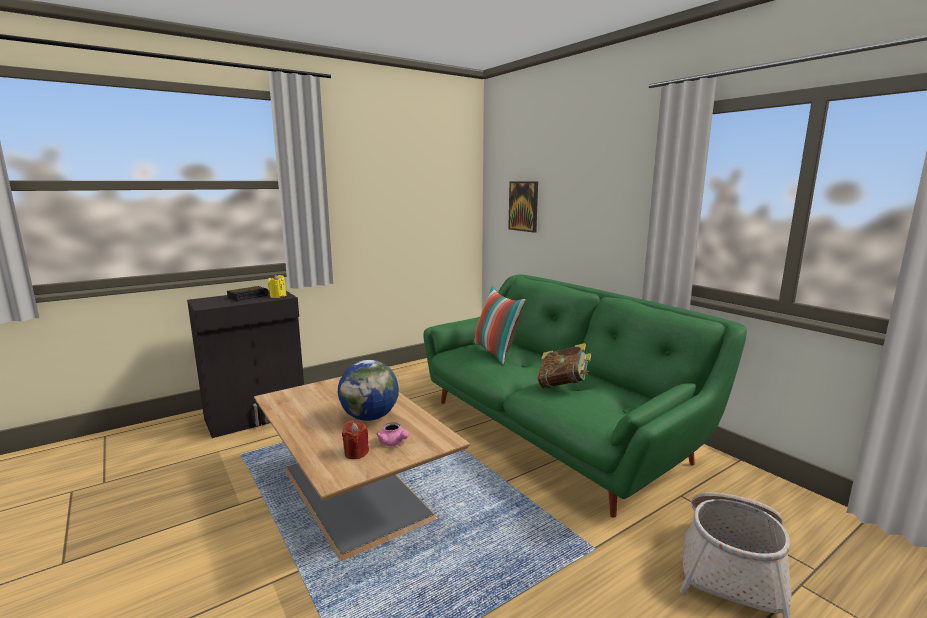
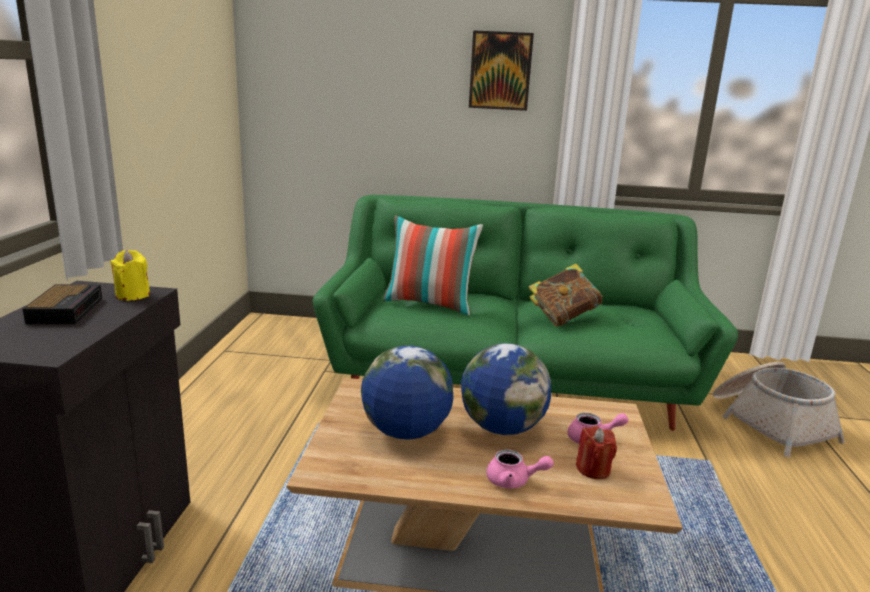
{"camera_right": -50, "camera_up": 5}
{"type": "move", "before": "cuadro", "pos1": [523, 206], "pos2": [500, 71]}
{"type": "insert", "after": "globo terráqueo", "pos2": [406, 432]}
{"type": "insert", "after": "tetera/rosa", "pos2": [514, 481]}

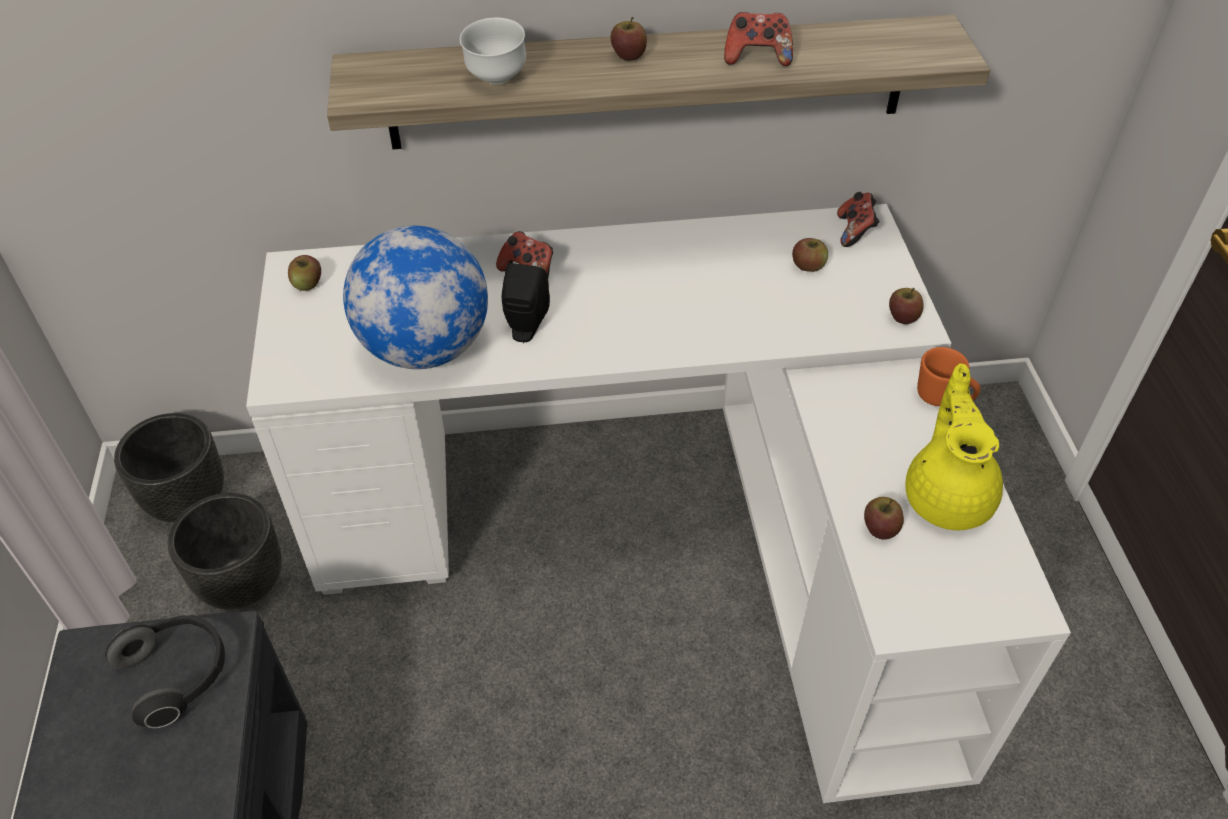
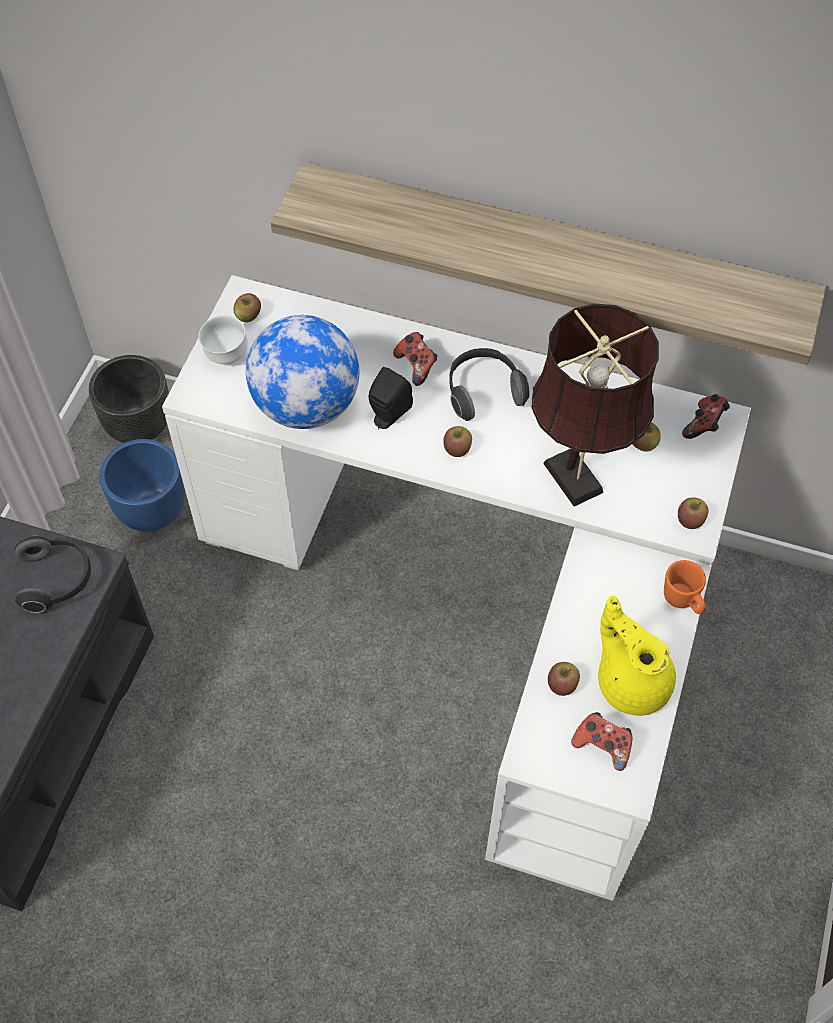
{"camera_right": 25, "camera_up": 10}
{"type": "move", "before": "mando de consola", "pos1": [757, 57], "pos2": [602, 746]}
{"type": "move", "before": "manzana", "pos1": [628, 55], "pos2": [457, 448]}
{"type": "move", "before": "cuenco/blanco", "pos1": [496, 79], "pos2": [226, 356]}
{"type": "rotate", "before": "tetera/amarillo", "pos1": [948, 495], "pos2": [631, 680], "turn": -60}
{"type": "recolor", "before": "maceta/negro", "after": "maceta/azul", "pos1": [243, 586], "pos2": [151, 513]}
{"type": "insert", "after": "lámpara de mesa/marrón", "pos2": [576, 483]}
{"type": "insert", "after": "auriculares", "pos2": [483, 392]}

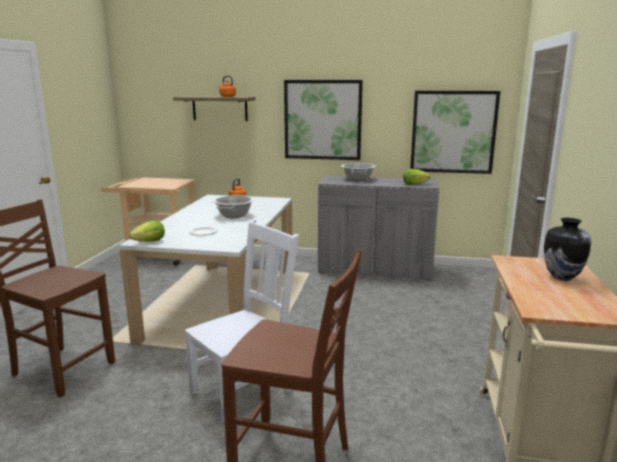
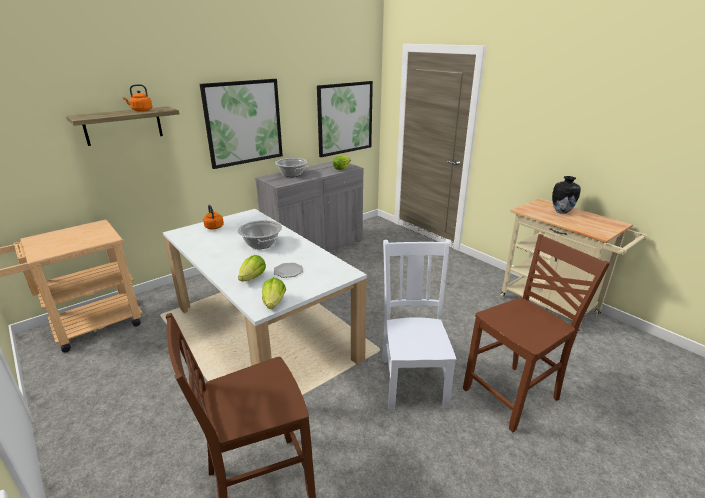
{"camera_right": -50, "camera_up": 10}
{"type": "insert", "after": "lechuga", "pos2": [253, 278]}

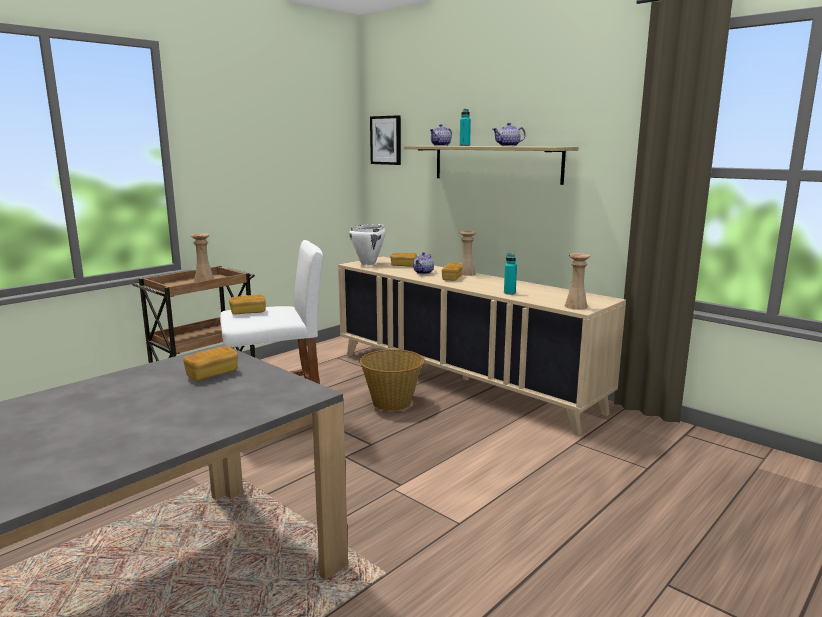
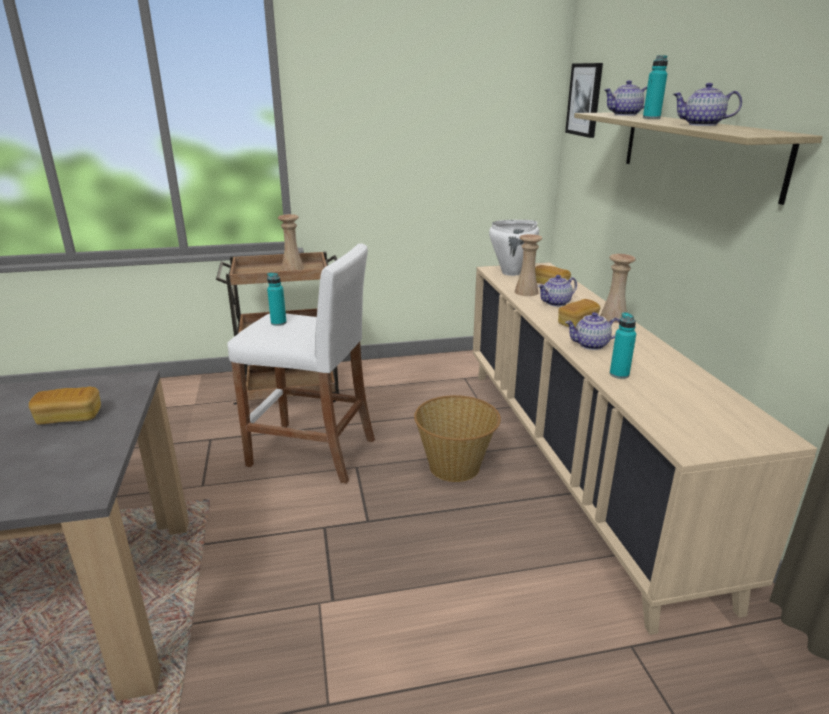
{"camera_right": 35, "camera_up": 10}
{"type": "move", "before": "florero/beis", "pos1": [576, 306], "pos2": [526, 292]}
{"type": "replace", "before": "pan", "after": "botella/turquesa", "pos1": [248, 312], "pos2": [278, 323]}
{"type": "insert", "after": "tetera", "pos2": [591, 345]}

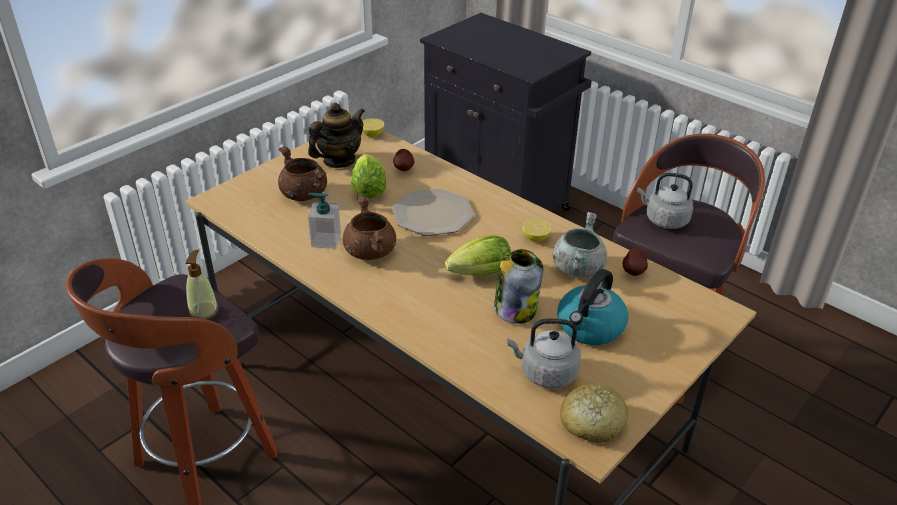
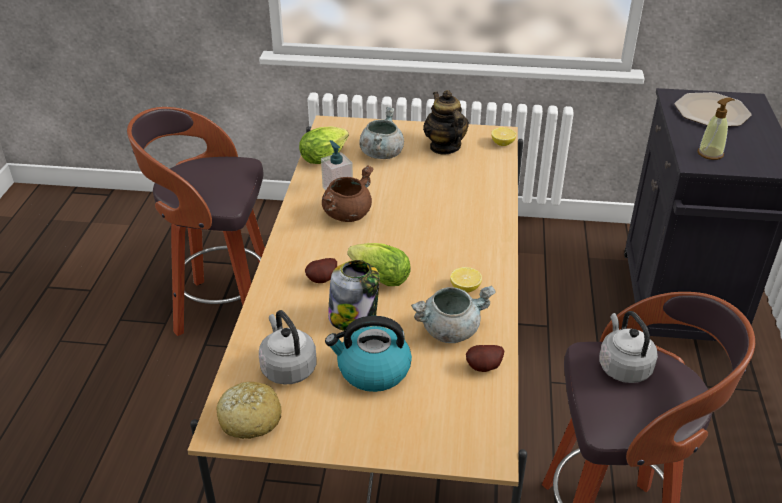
{"camera_right": 55, "camera_up": 0}
{"type": "rotate", "before": "tetera", "pos1": [339, 161], "pos2": [444, 147], "turn": -120}
{"type": "recolor", "before": "olla/marrón", "after": "olla/gris", "pos1": [303, 194], "pos2": [381, 153]}
{"type": "move", "before": "patata", "pos1": [404, 169], "pos2": [323, 280]}
{"type": "move", "before": "lechuga", "pos1": [368, 188], "pos2": [326, 157]}
{"type": "move", "before": "plato", "pos1": [433, 213], "pos2": [712, 111]}
{"type": "move", "before": "dispensador de jabón", "pos1": [204, 311], "pos2": [710, 153]}

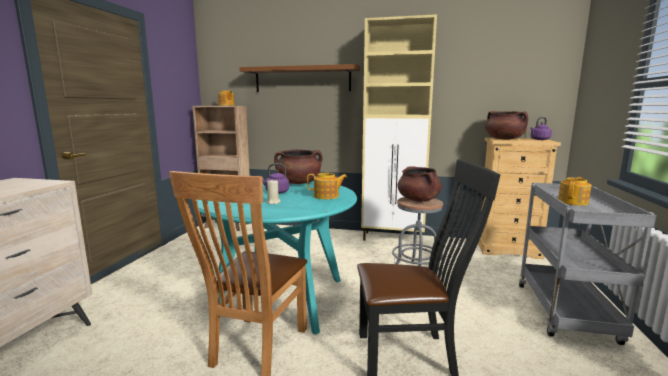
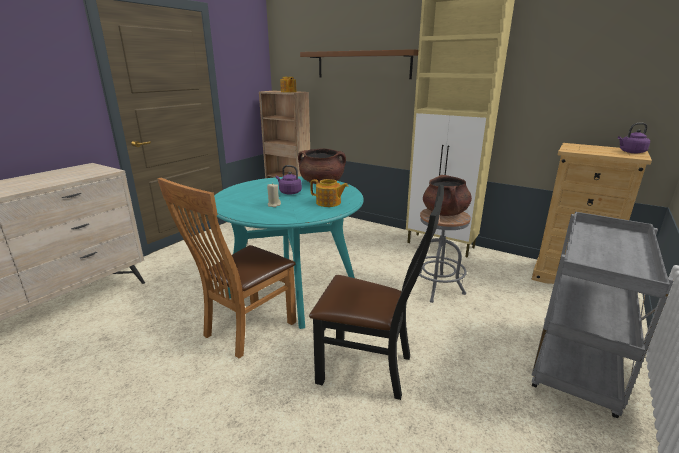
{"camera_right": 20, "camera_up": 10}
{"type": "delete", "before": "olla/marrón", "pos1": [504, 139]}
{"type": "delete", "before": "tetera", "pos1": [573, 202]}

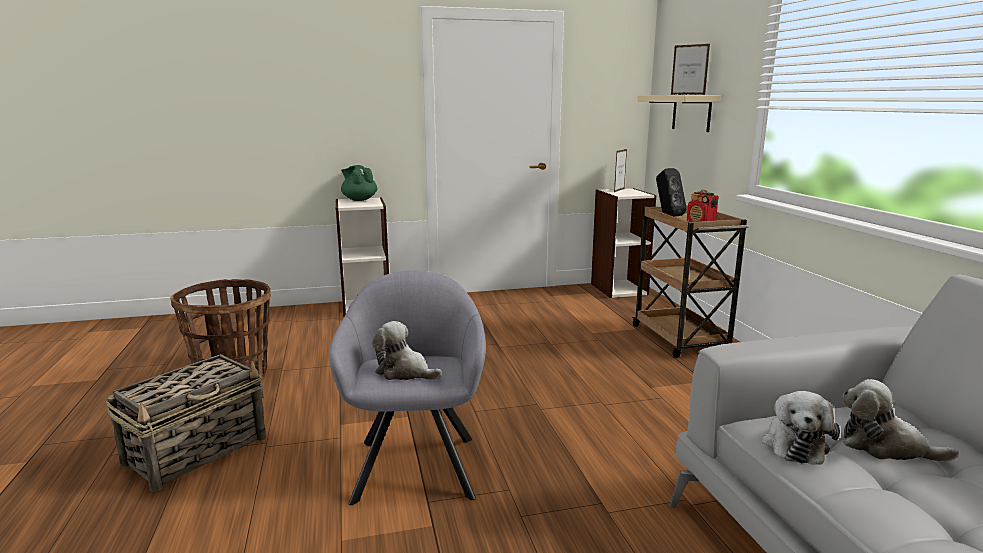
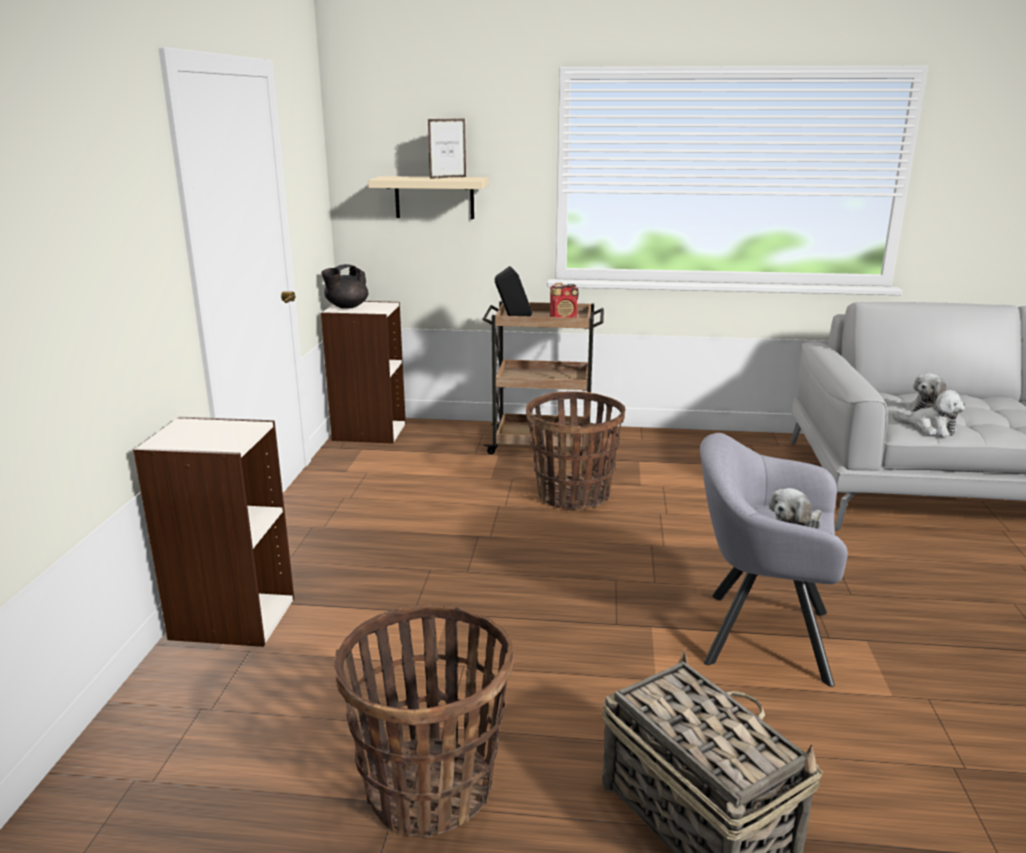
{"camera_right": -70, "camera_up": 5}
{"type": "replace", "before": "portarretratos", "after": "tetera/negro", "pos1": [619, 190], "pos2": [346, 307]}
{"type": "delete", "before": "tetera/verde", "pos1": [359, 200]}
{"type": "insert", "after": "cesta", "pos2": [573, 495]}

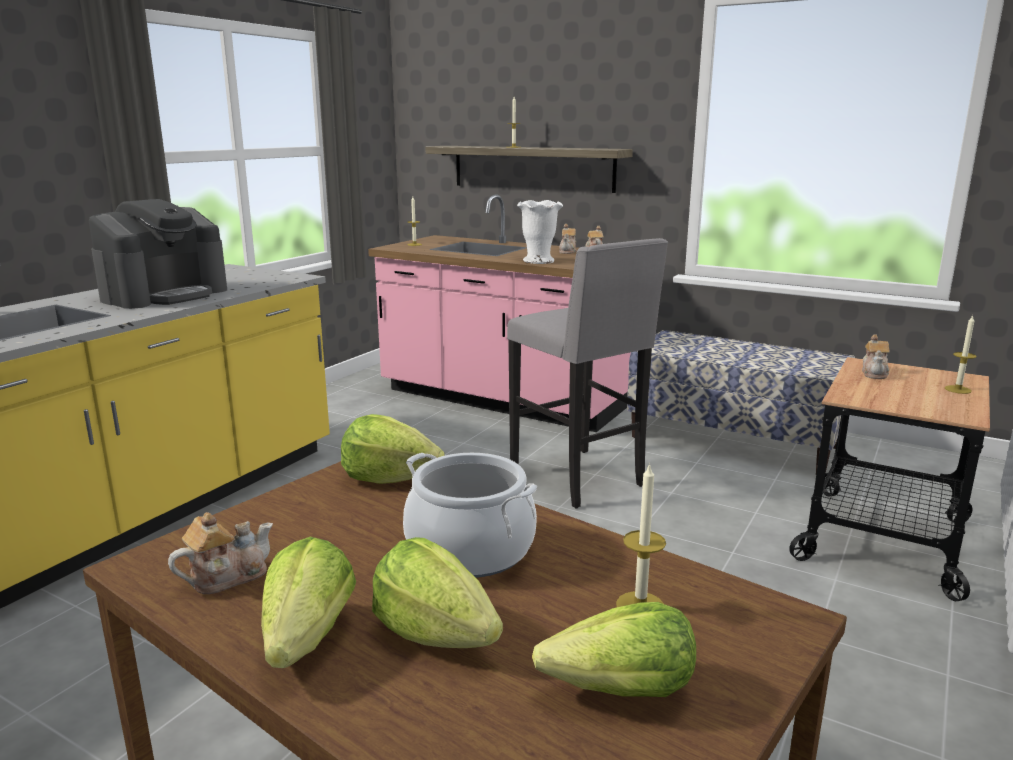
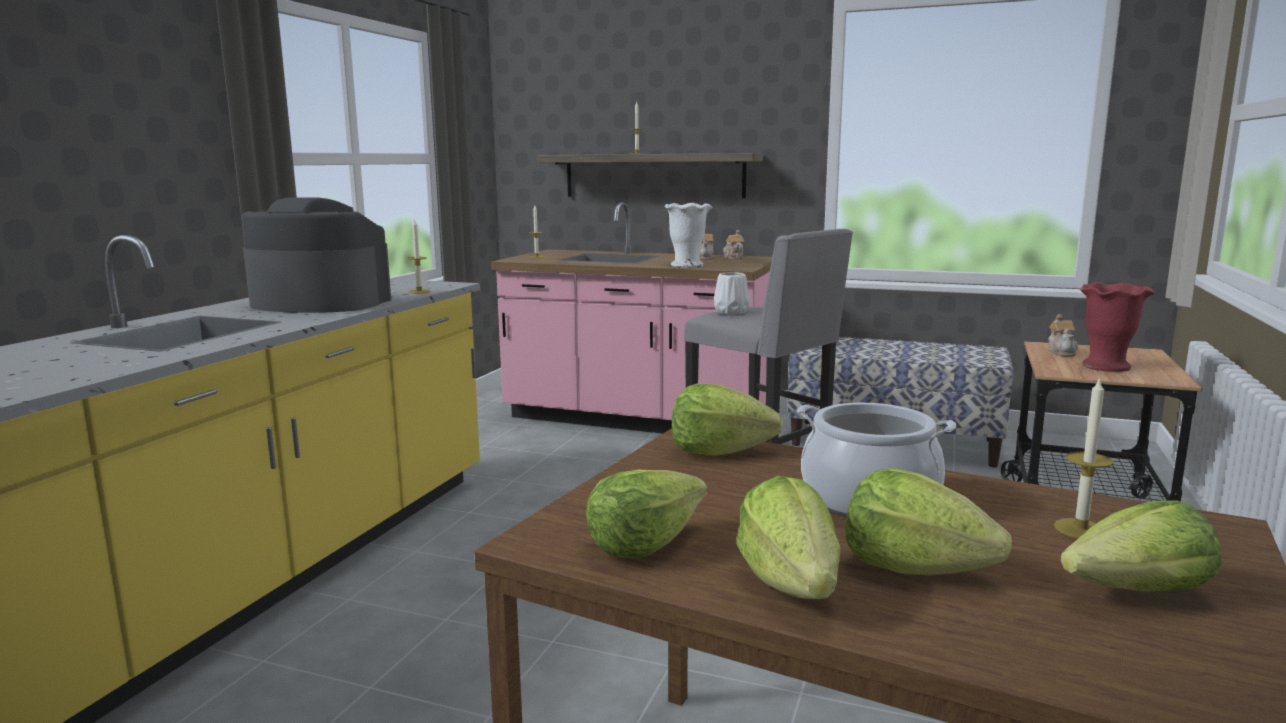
{"camera_right": -10, "camera_up": -5}
{"type": "rotate", "before": "cafetera", "pos1": [165, 294], "pos2": [319, 303], "turn": -105}
{"type": "move", "before": "vela", "pos1": [958, 389], "pos2": [419, 292]}
{"type": "replace", "before": "tetera", "after": "lechuga", "pos1": [226, 576], "pos2": [644, 542]}
{"type": "insert", "after": "florero/blanco", "pos2": [730, 312]}
{"type": "insert", "after": "florero/rojo", "pos2": [1106, 366]}

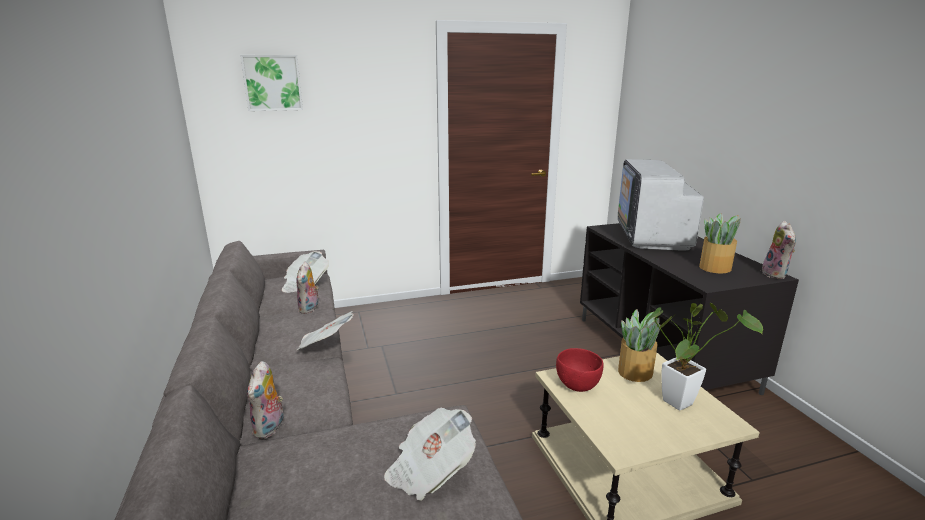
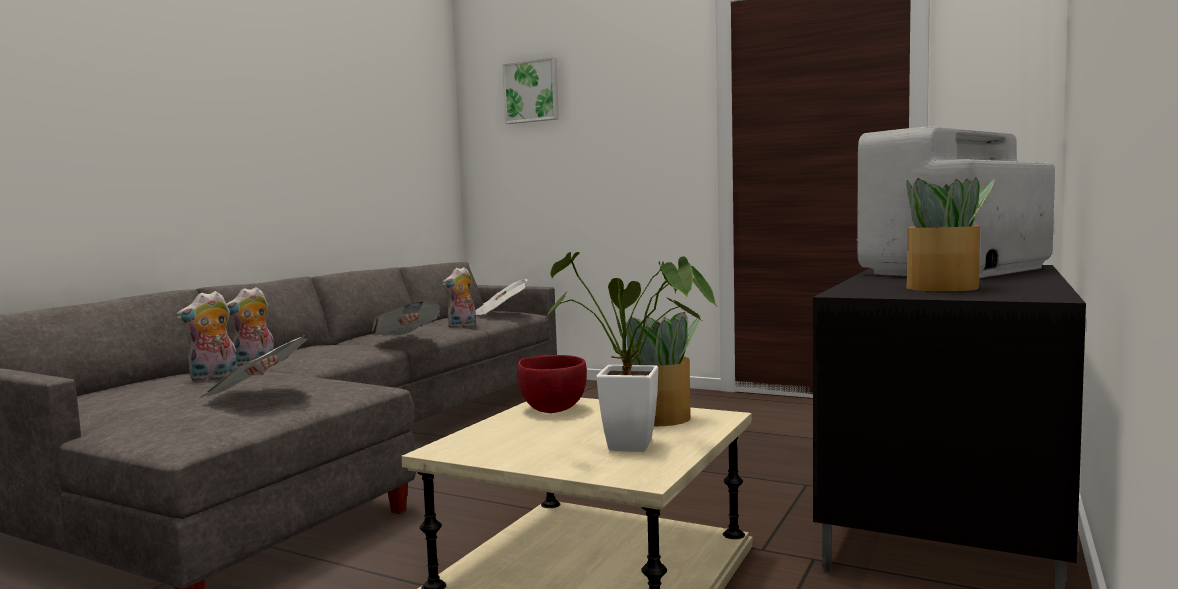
{"camera_right": 45, "camera_up": -15}
{"type": "move", "before": "peluche", "pos1": [776, 274], "pos2": [213, 378]}

